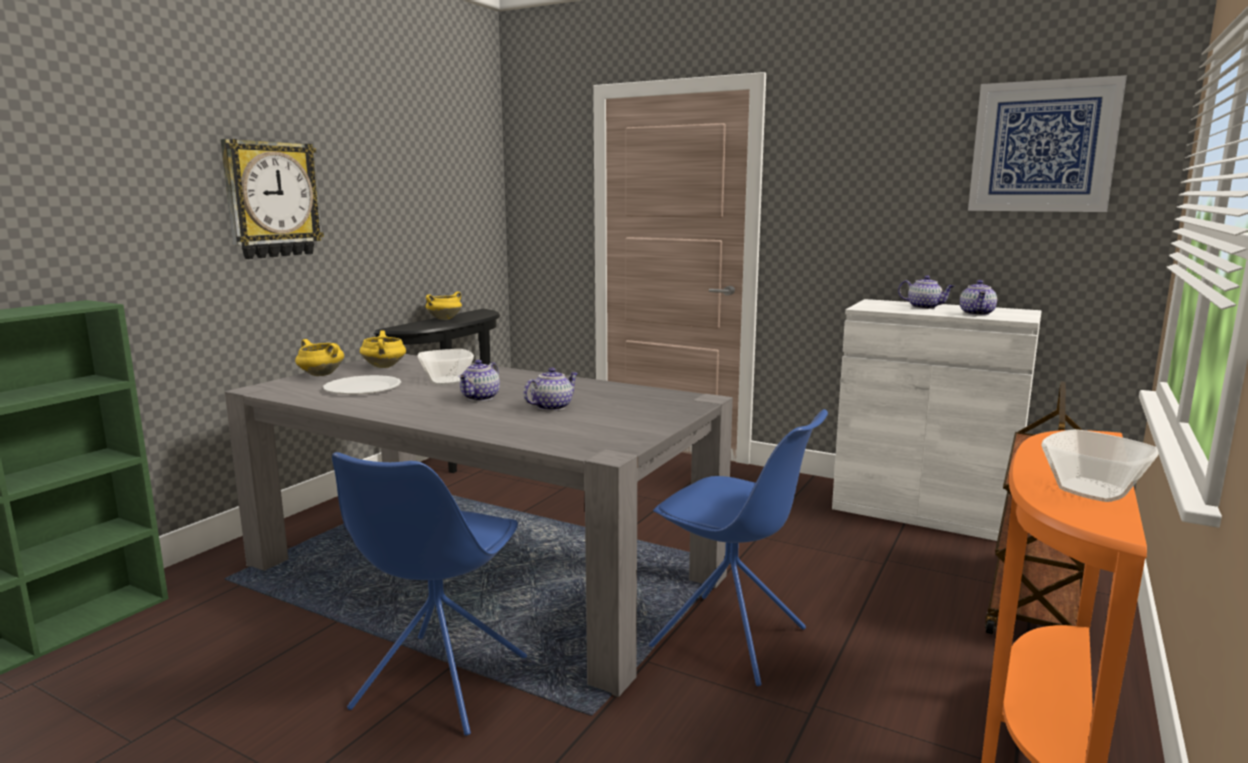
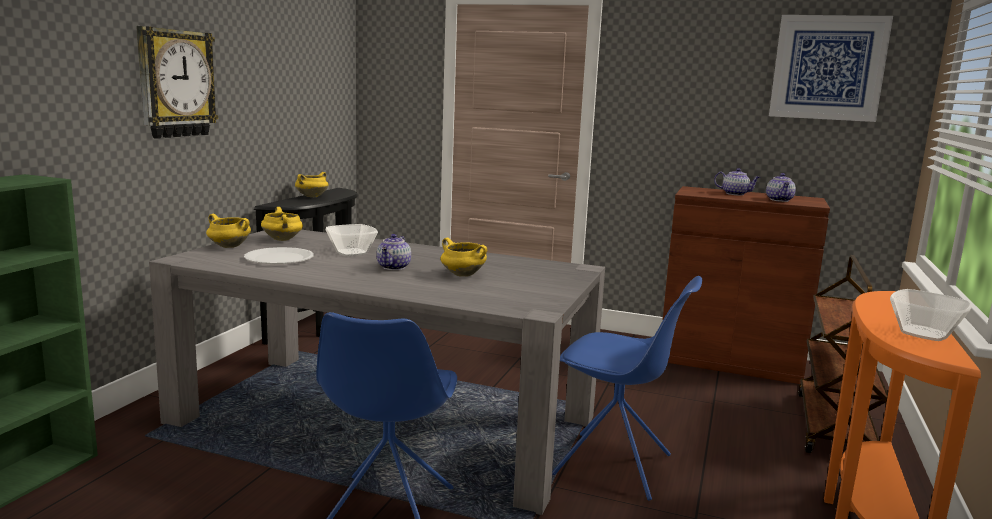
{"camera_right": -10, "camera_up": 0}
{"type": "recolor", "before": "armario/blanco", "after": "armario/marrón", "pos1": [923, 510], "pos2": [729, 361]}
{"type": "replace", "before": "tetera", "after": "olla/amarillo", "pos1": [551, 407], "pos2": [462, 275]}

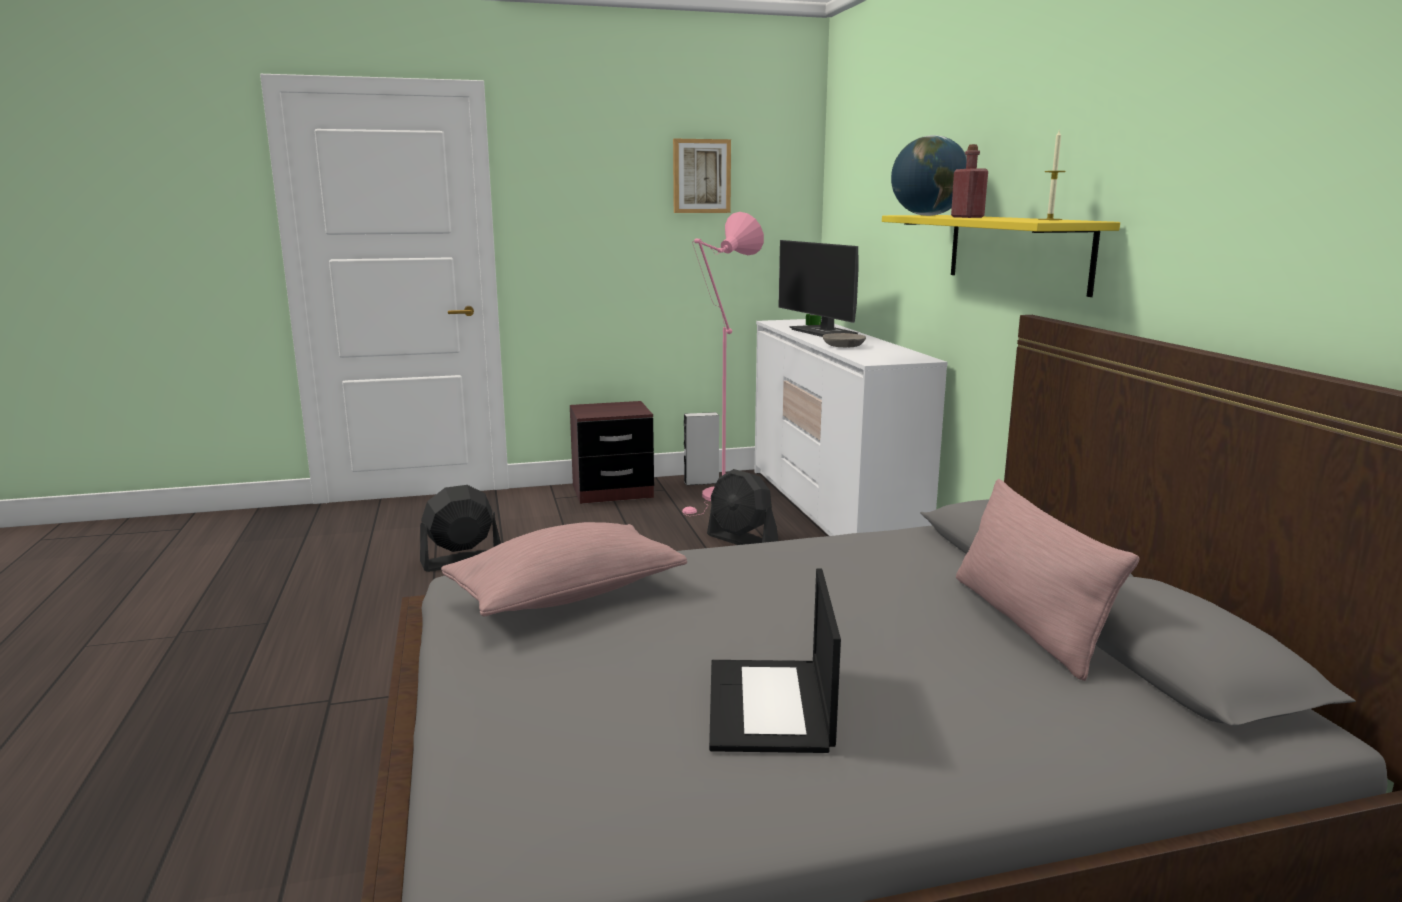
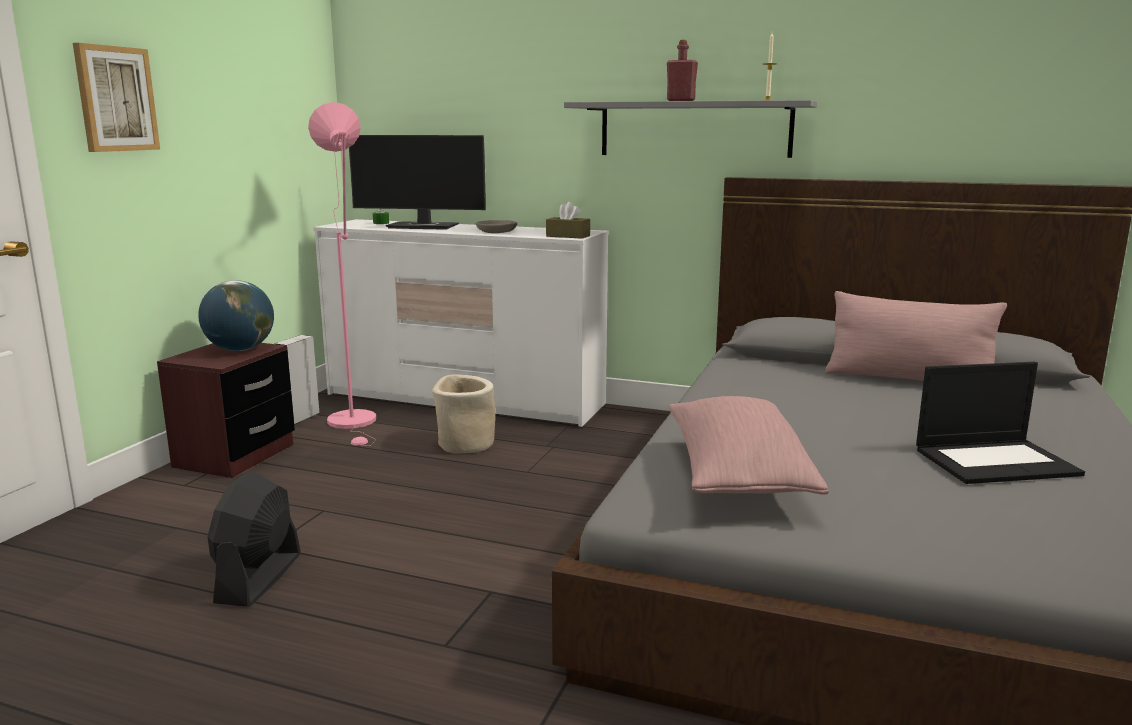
{"camera_right": -55, "camera_up": 0}
{"type": "move", "before": "globo terráqueo", "pos1": [927, 215], "pos2": [240, 350]}
{"type": "move", "before": "cuadro", "pos1": [701, 176], "pos2": [116, 99]}
{"type": "recolor", "before": "estante/amarillo", "after": "estante/gris", "pos1": [1016, 251], "pos2": [694, 129]}
{"type": "replace", "before": "ventilador/negro", "after": "maceta/beis", "pos1": [742, 540], "pos2": [464, 444]}
{"type": "rotate", "before": "portátil", "pos1": [770, 706], "pos2": [996, 461], "turn": -45}
{"type": "insert", "after": "caja de pañuelos/marrón", "pos2": [568, 236]}

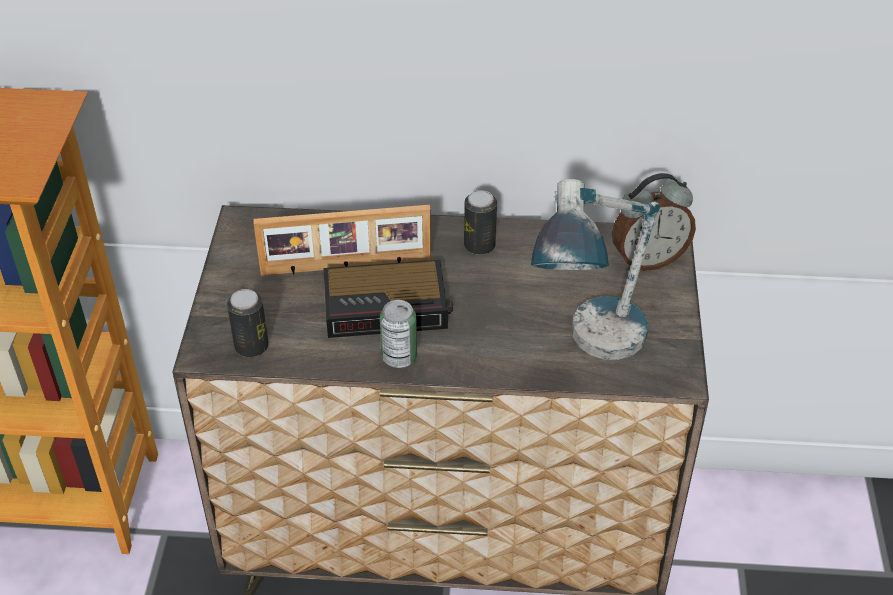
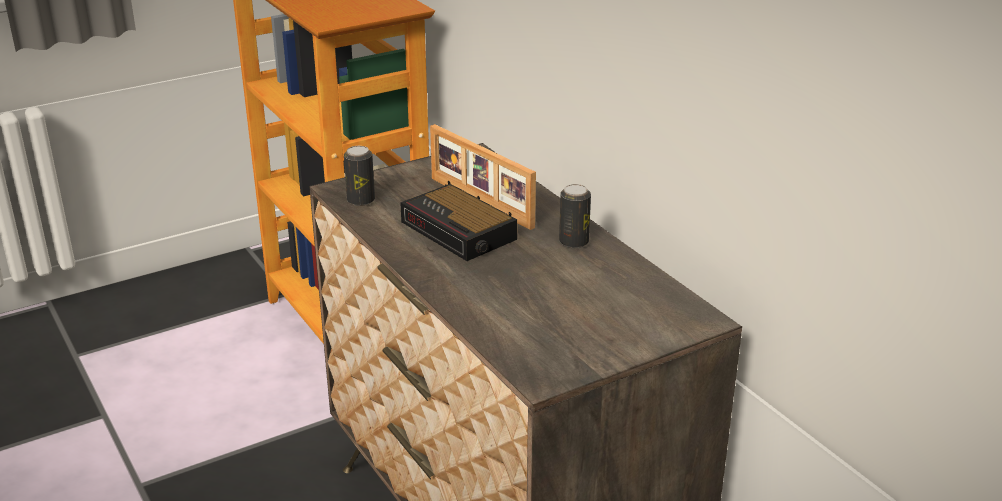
{"camera_right": 55, "camera_up": -15}
{"type": "delete", "before": "despertador", "pos1": [647, 259]}
{"type": "delete", "before": "lámpara de mesa", "pos1": [590, 352]}
{"type": "delete", "before": "lata", "pos1": [399, 357]}

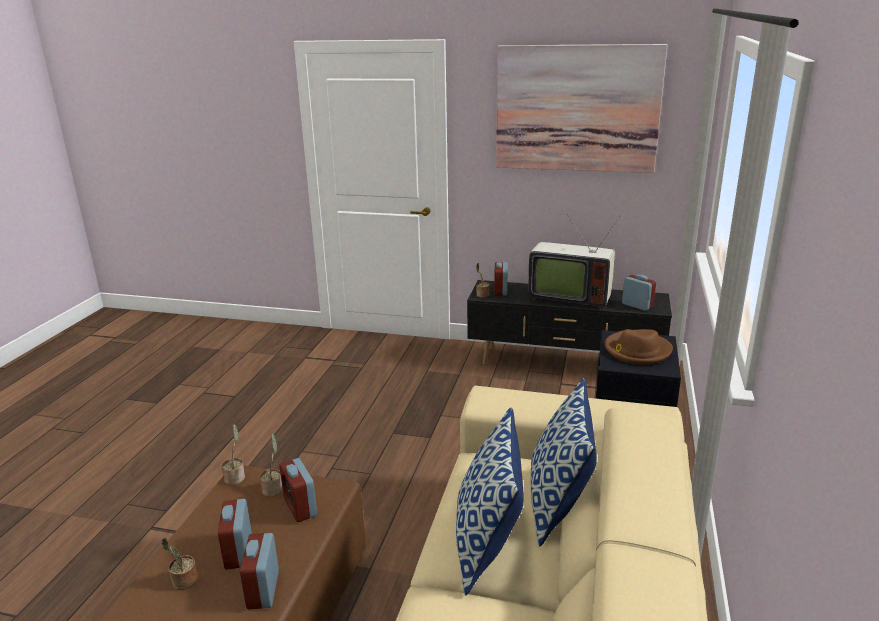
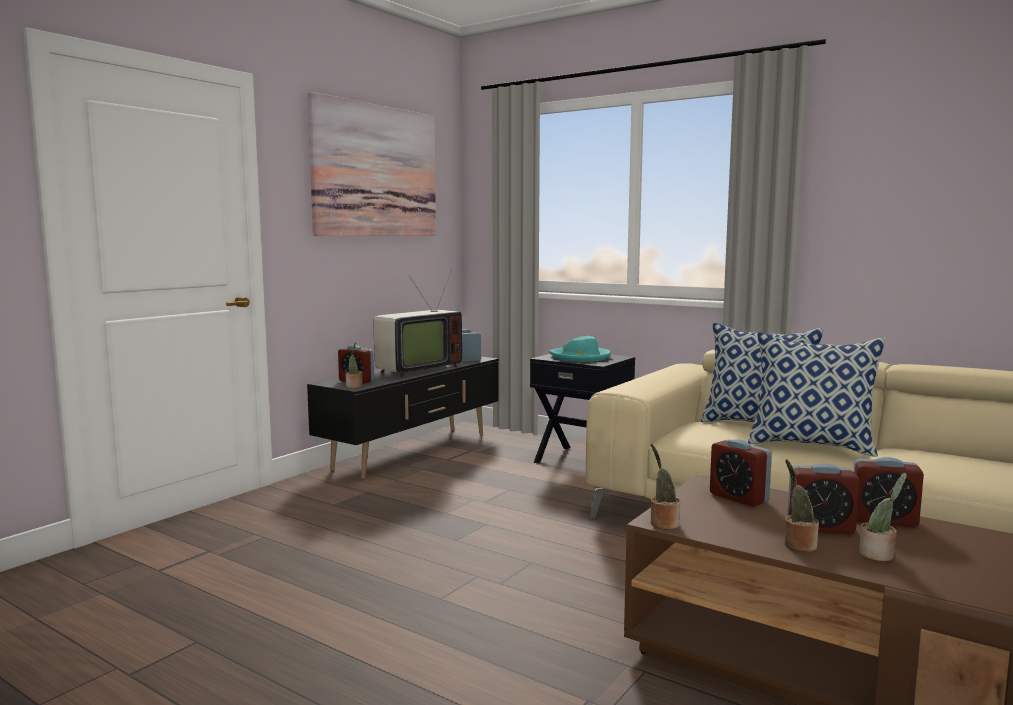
{"camera_right": -70, "camera_up": -15}
{"type": "recolor", "before": "sombrero/marrón", "after": "sombrero/turquesa", "pos1": [636, 350], "pos2": [580, 357]}
{"type": "move", "before": "planta en maceta", "pos1": [273, 489], "pos2": [798, 545]}
{"type": "rotate", "before": "despertador", "pos1": [300, 507], "pos2": [738, 498], "turn": 60}

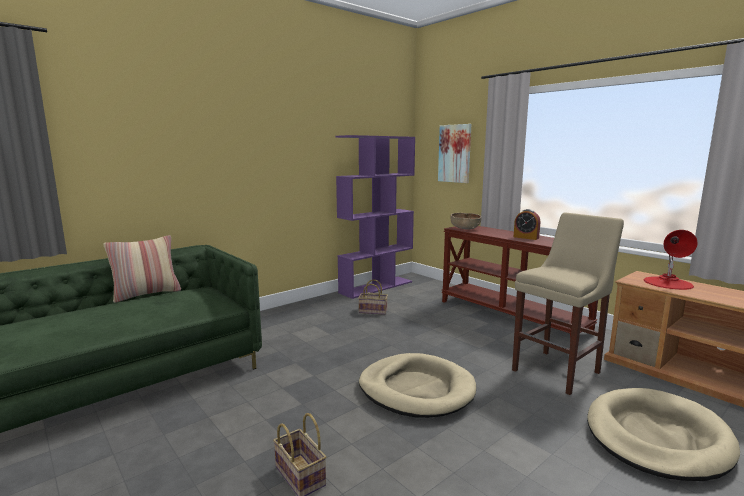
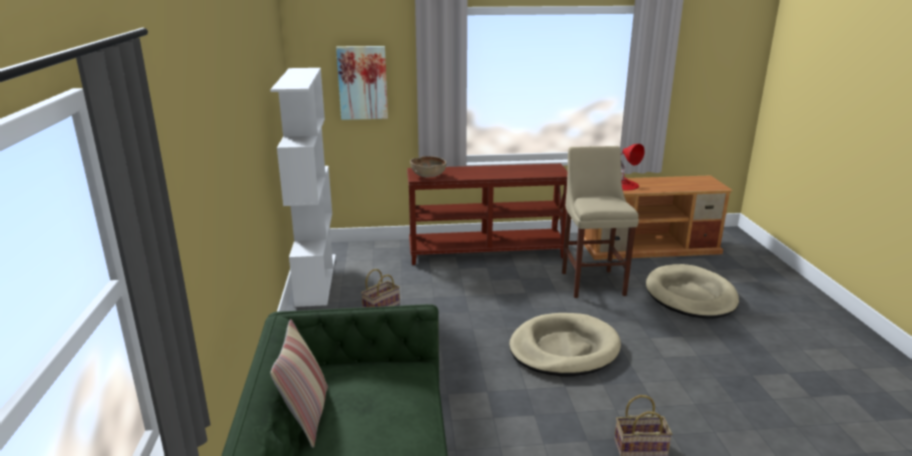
{"camera_right": -55, "camera_up": 10}
{"type": "recolor", "before": "estantería/morado", "after": "estantería/blanco", "pos1": [376, 287], "pos2": [316, 279]}
{"type": "delete", "before": "despertador", "pos1": [526, 237]}

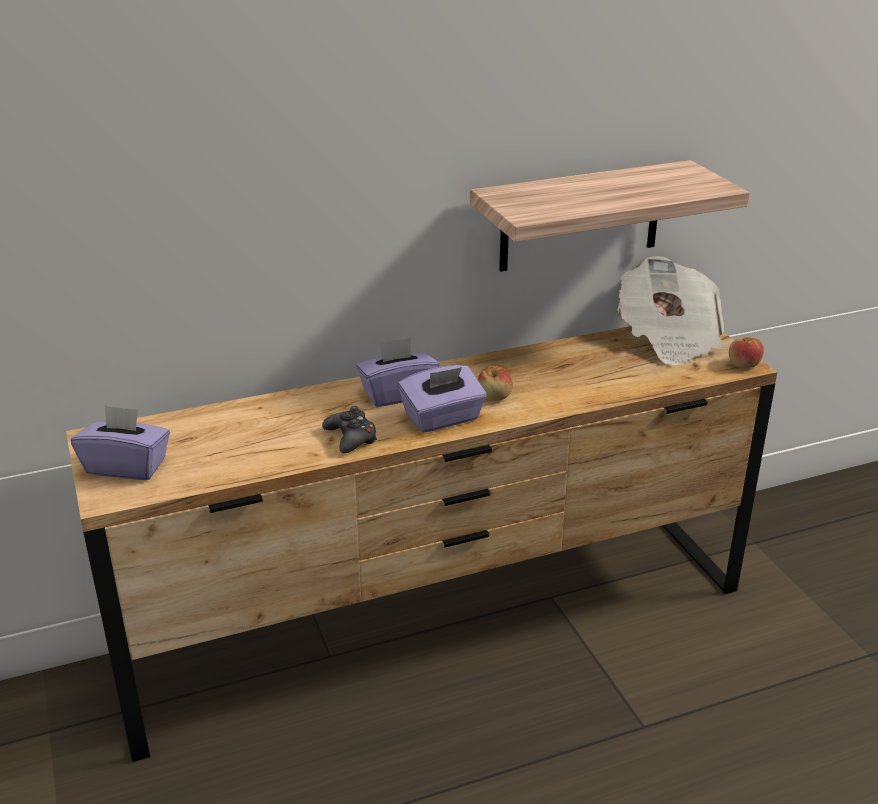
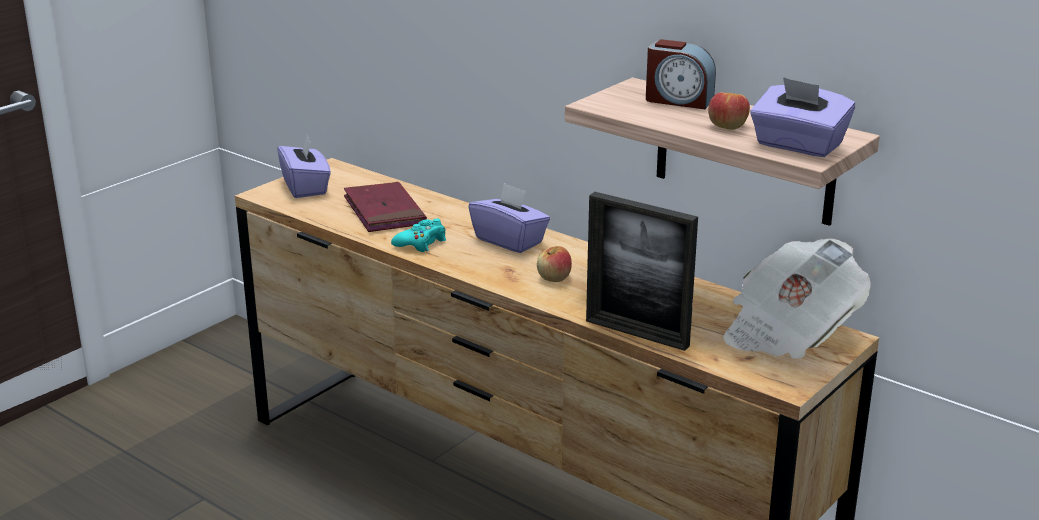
{"camera_right": 60, "camera_up": -5}
{"type": "move", "before": "manzana", "pos1": [743, 365], "pos2": [727, 126]}
{"type": "move", "before": "caja de pañuelos/morado", "pos1": [442, 419], "pos2": [798, 145]}
{"type": "recolor", "before": "mando de consola/negro", "after": "mando de consola/turquesa", "pos1": [351, 438], "pos2": [421, 243]}
{"type": "insert", "after": "despertador", "pos2": [678, 100]}
{"type": "insert", "after": "libro/rojo", "pos2": [384, 212]}
{"type": "insert", "after": "portarretratos", "pos2": [637, 333]}

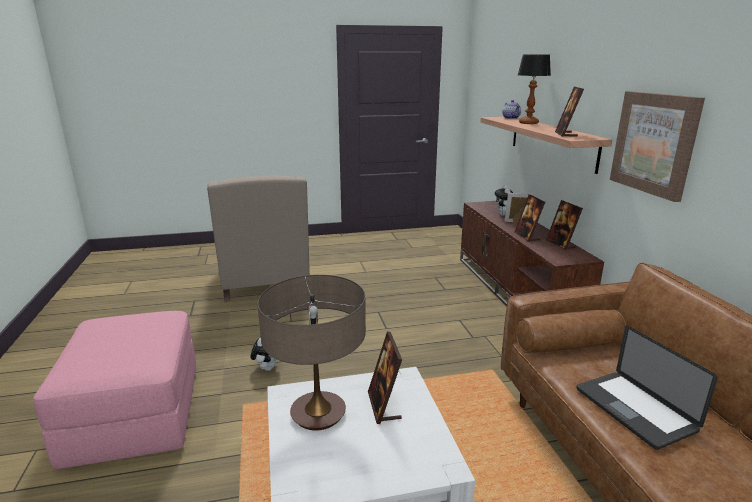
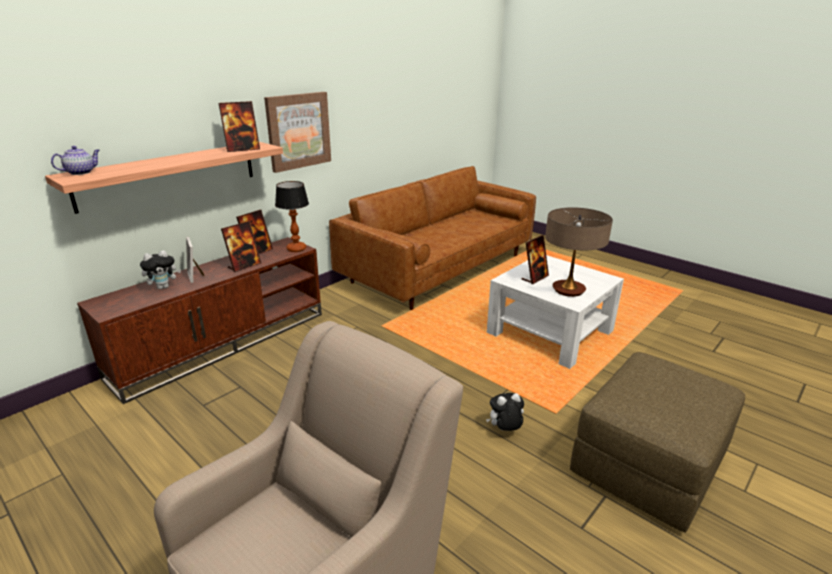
{"camera_right": -125, "camera_up": 5}
{"type": "move", "before": "lámpara de mesa", "pos1": [528, 123], "pos2": [296, 249]}
{"type": "recolor", "before": "puf/rosa", "after": "puf/marrón", "pos1": [135, 416], "pos2": [648, 465]}
{"type": "delete", "before": "portátil", "pos1": [634, 409]}

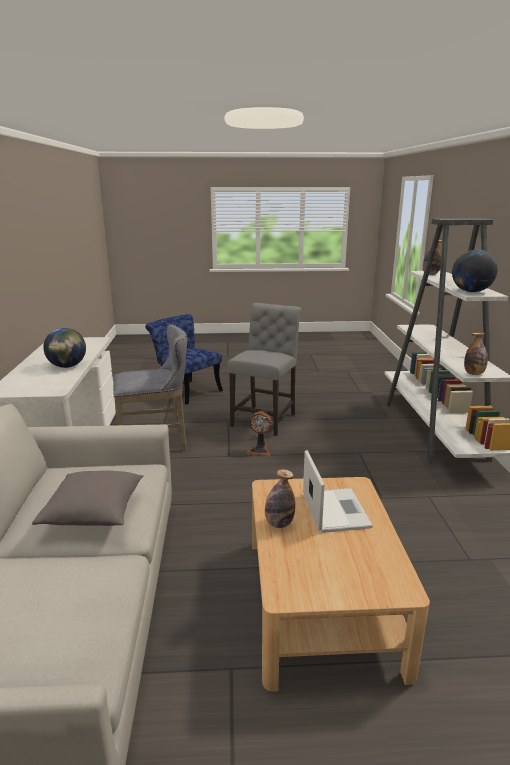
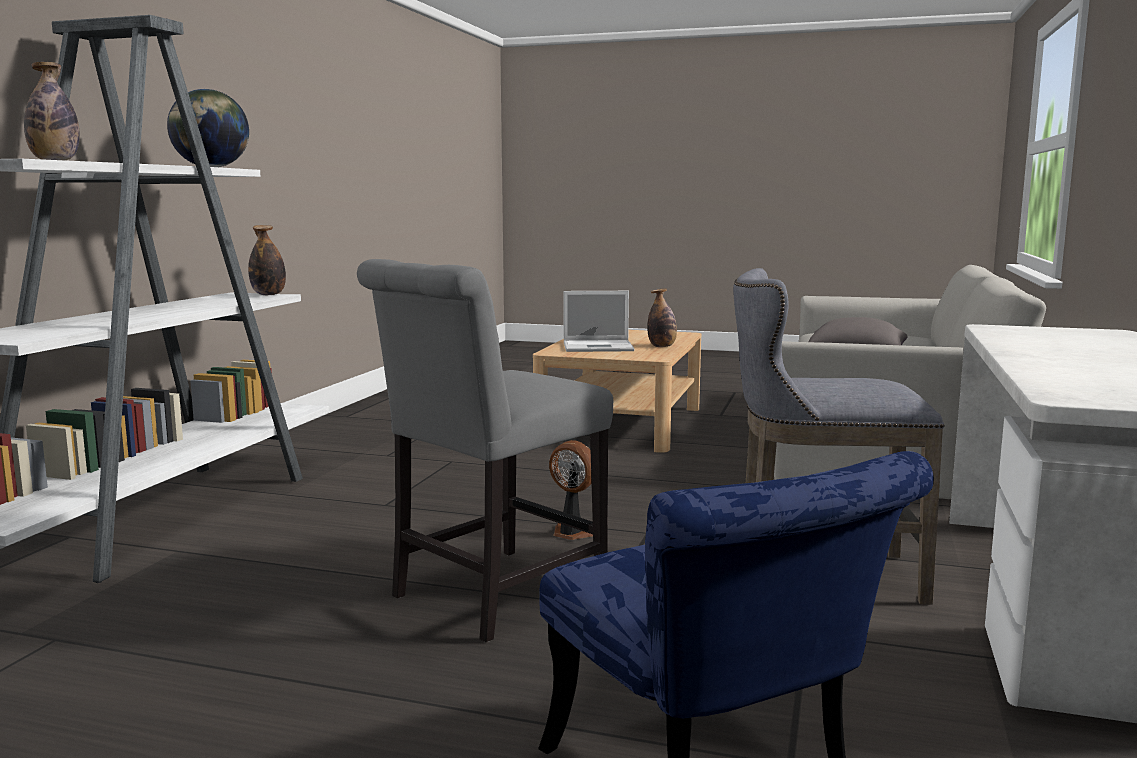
{"camera_right": -160, "camera_up": -10}
{"type": "delete", "before": "globo terráqueo", "pos1": [67, 366]}
{"type": "rotate", "before": "portátil", "pos1": [334, 509], "pos2": [599, 347], "turn": -105}

